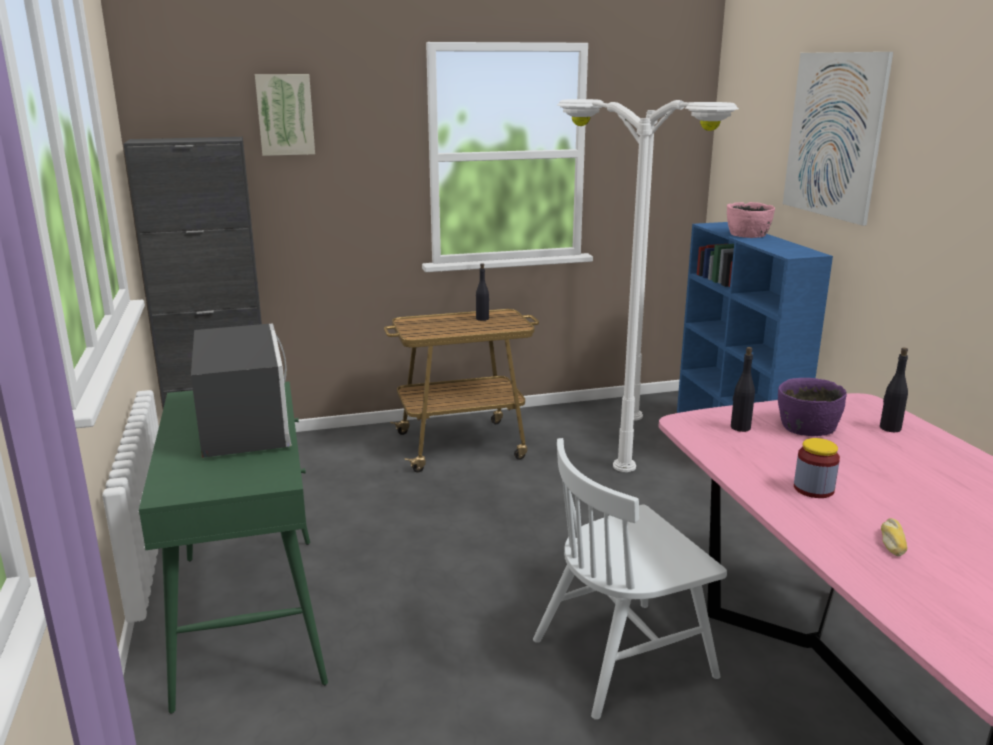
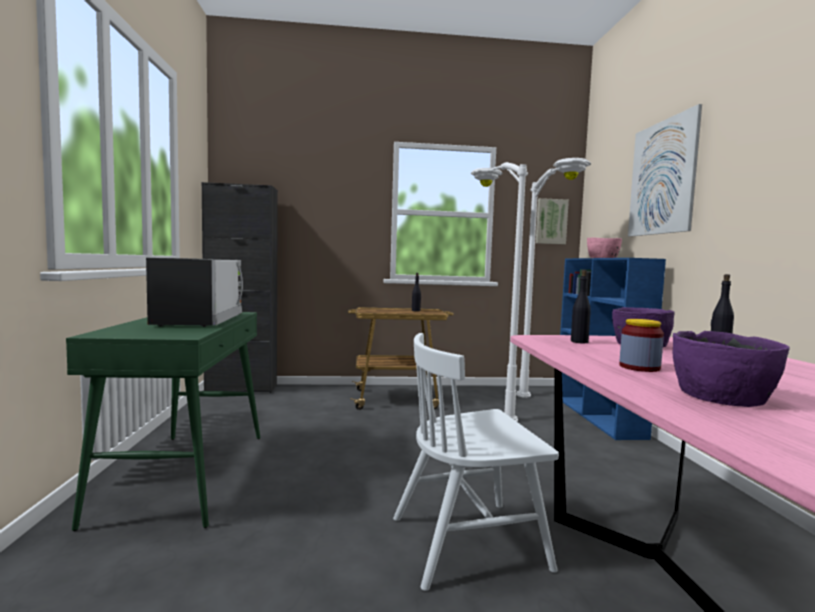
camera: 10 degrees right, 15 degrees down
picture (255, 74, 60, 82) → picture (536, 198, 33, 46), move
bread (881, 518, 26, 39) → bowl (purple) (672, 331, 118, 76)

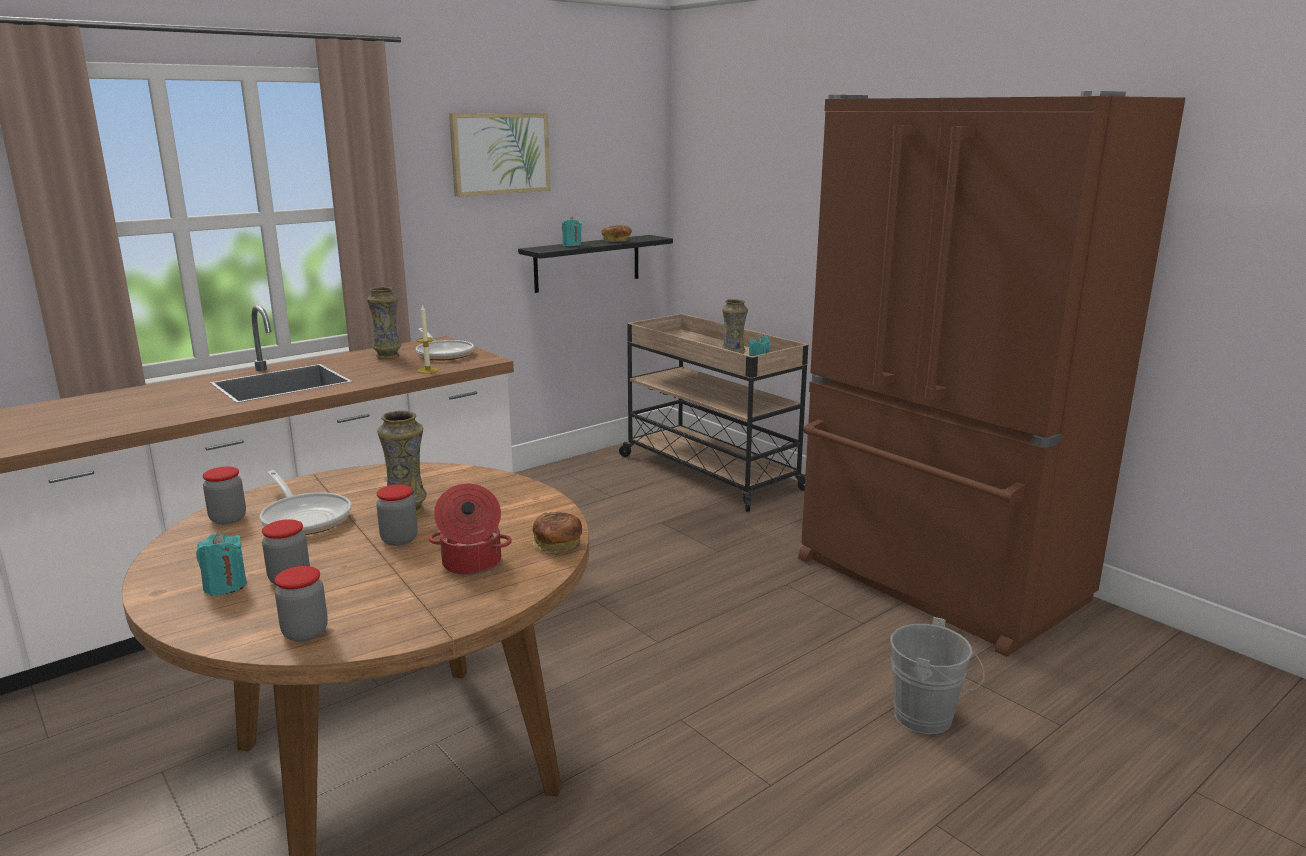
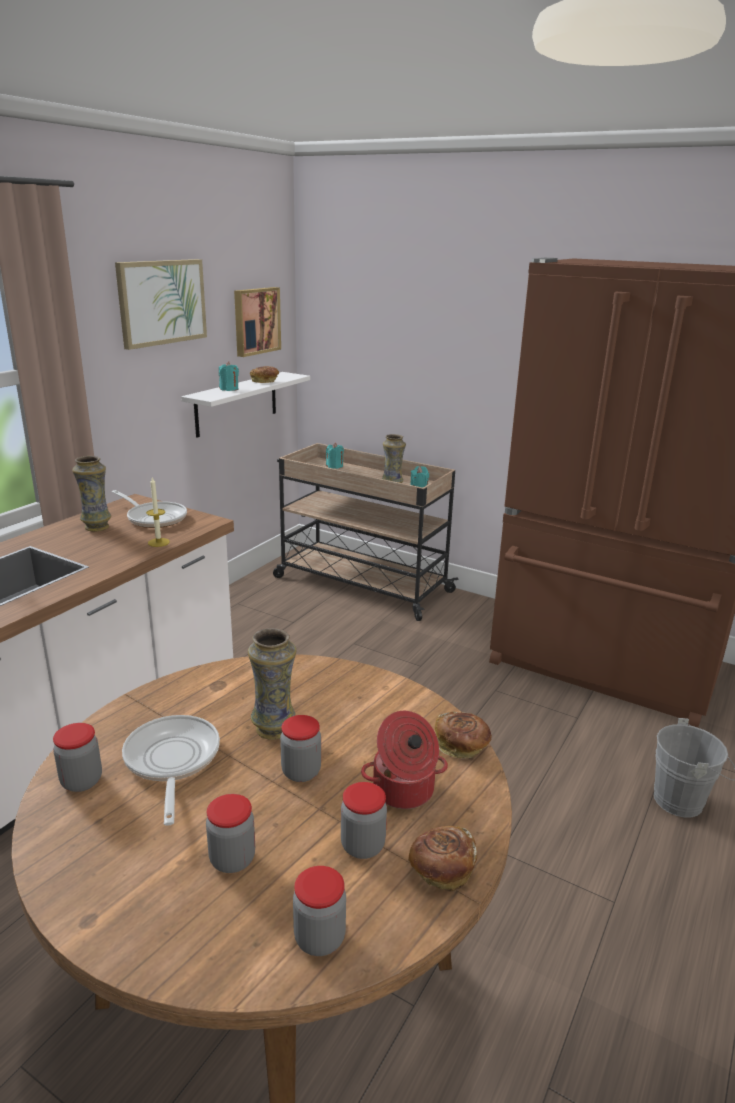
camera: 20 degrees left, 5 degrees up
- → picture (234, 287, 47, 70)
- → jar (341, 782, 46, 77)
- → bread (408, 826, 69, 66)
candle (turquoise) (196, 532, 51, 64) → candle (turquoise) (326, 443, 18, 26), move
shelf (black) (518, 235, 155, 58) → shelf (white) (181, 372, 129, 66)
frying pan (260, 470, 92, 65) → frying pan (122, 715, 98, 111), 135 degrees counterclockwise

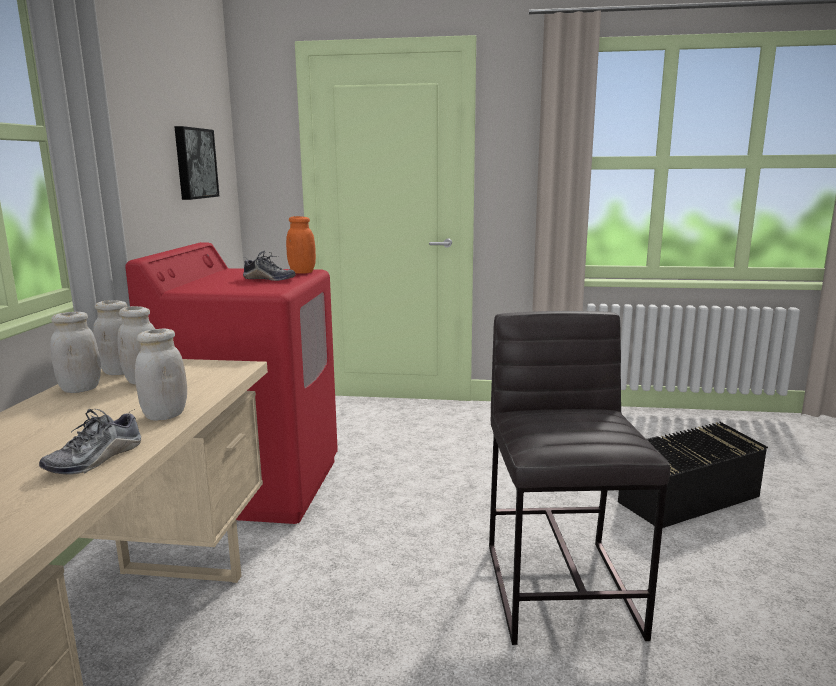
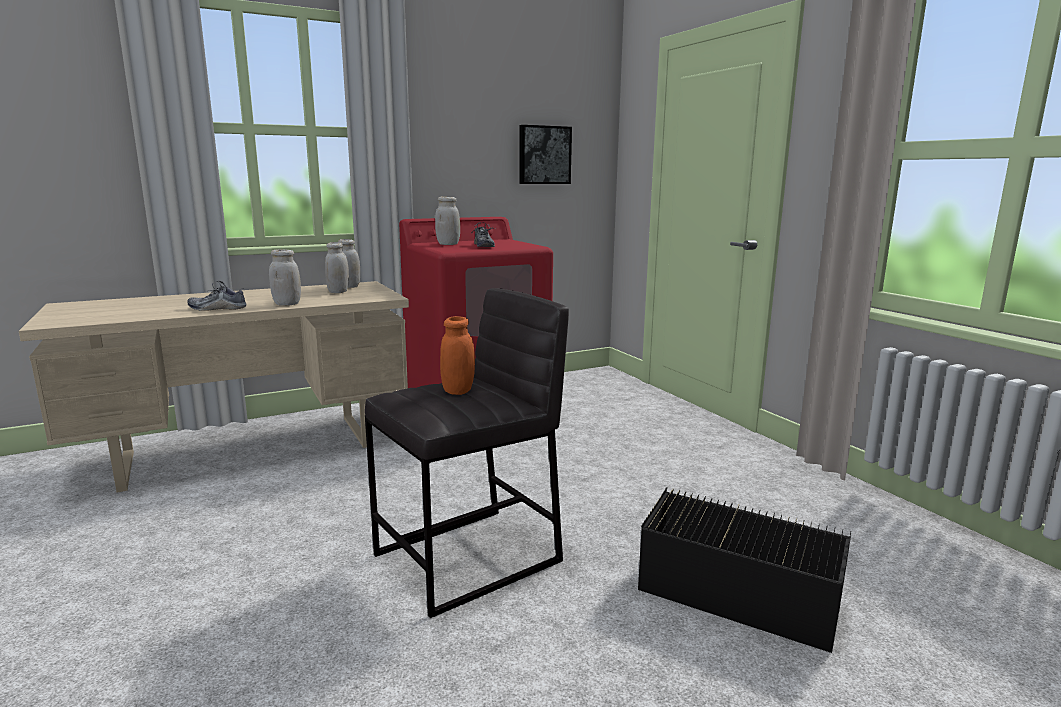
camera: 55 degrees right, 0 degrees up
jar (white) (50, 312, 51, 81) → jar (white) (435, 197, 25, 48), move
jar (orange) (286, 216, 30, 58) → jar (orange) (440, 316, 35, 79), move

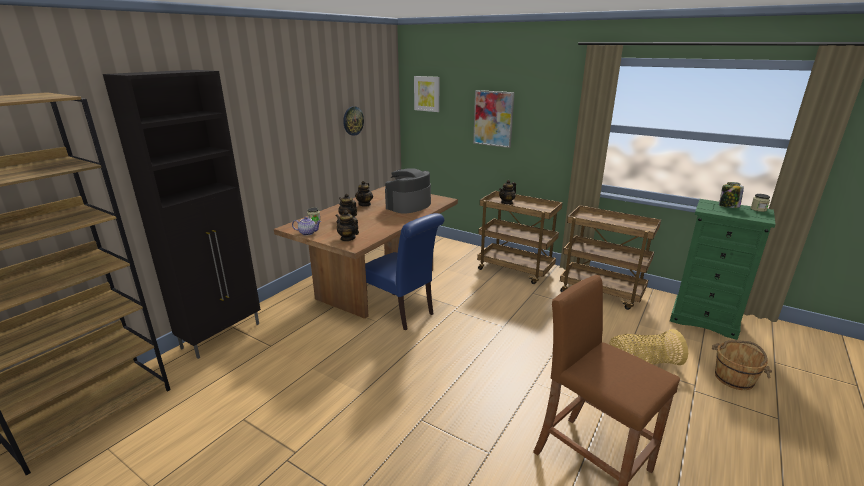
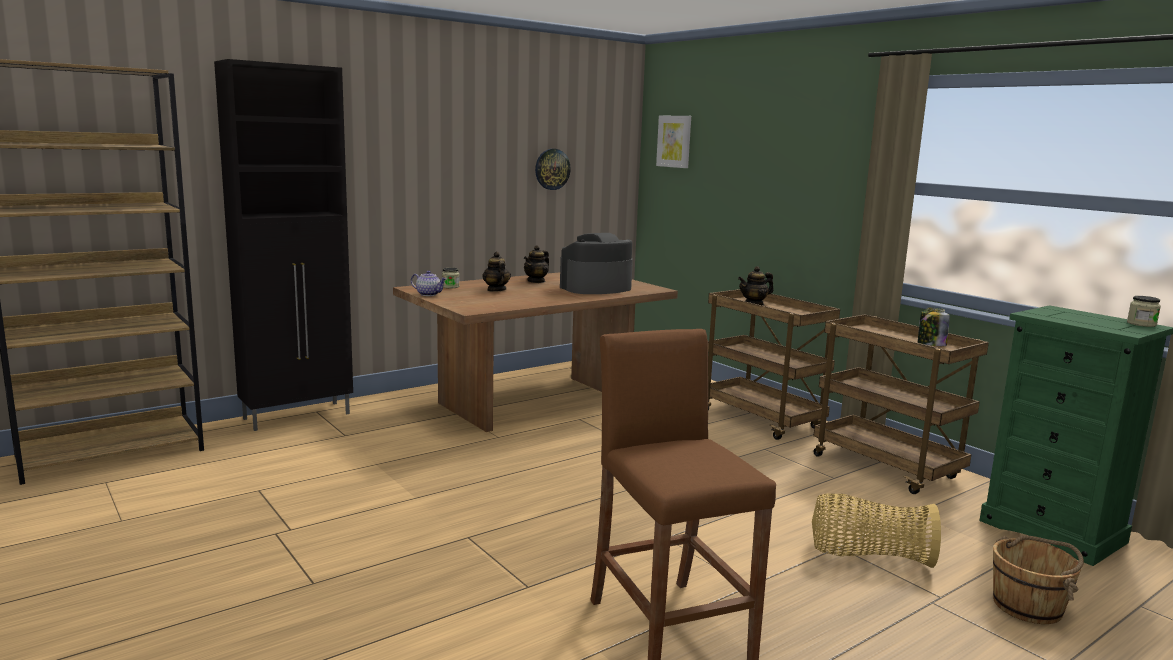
camera: 20 degrees right, 10 degrees down
teapot (336, 210, 23, 31) → -
chair (blue) (365, 213, 79, 118) → -
picture (473, 90, 41, 58) → -
jar (719, 182, 25, 26) → jar (918, 308, 32, 38), move

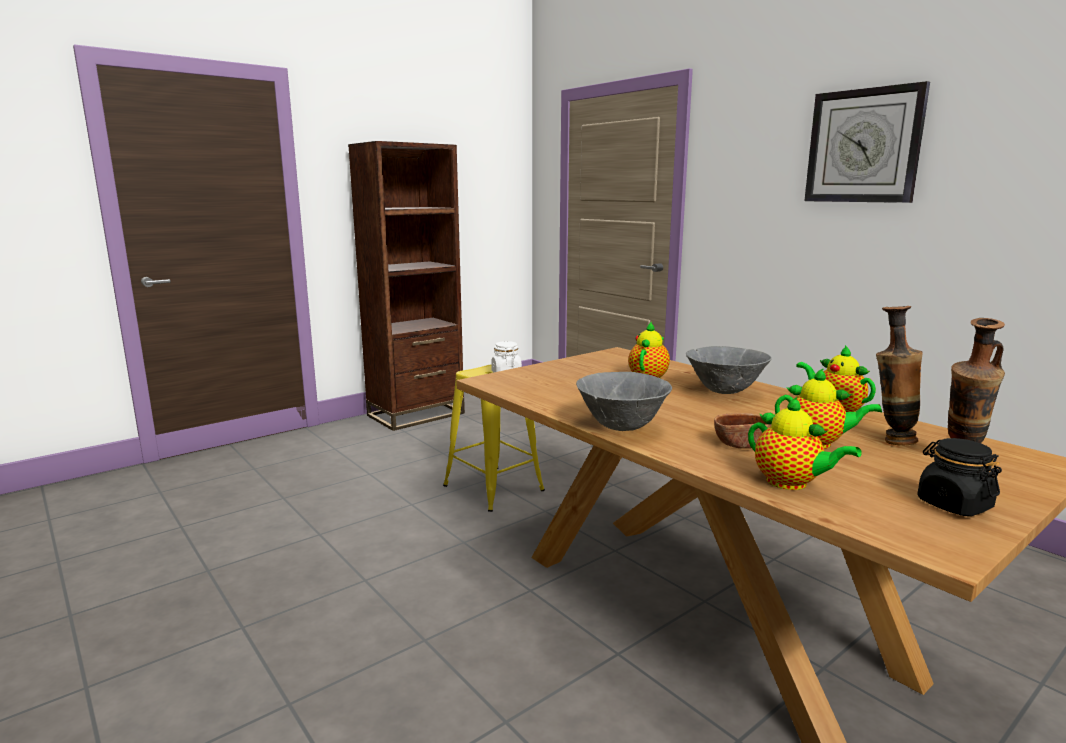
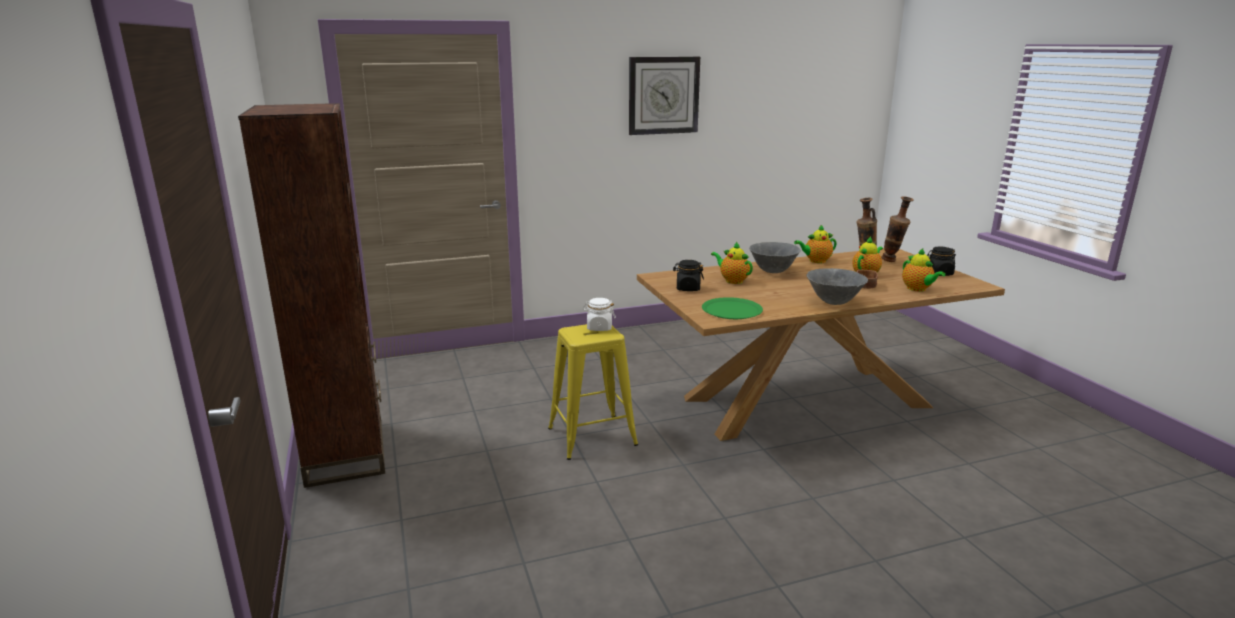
camera: 70 degrees left, 5 degrees up
- → jar (black) (673, 260, 31, 31)
- → plate (green) (702, 297, 61, 22)
teapot (748, 397, 114, 93) → teapot (902, 249, 44, 43), 90 degrees clockwise

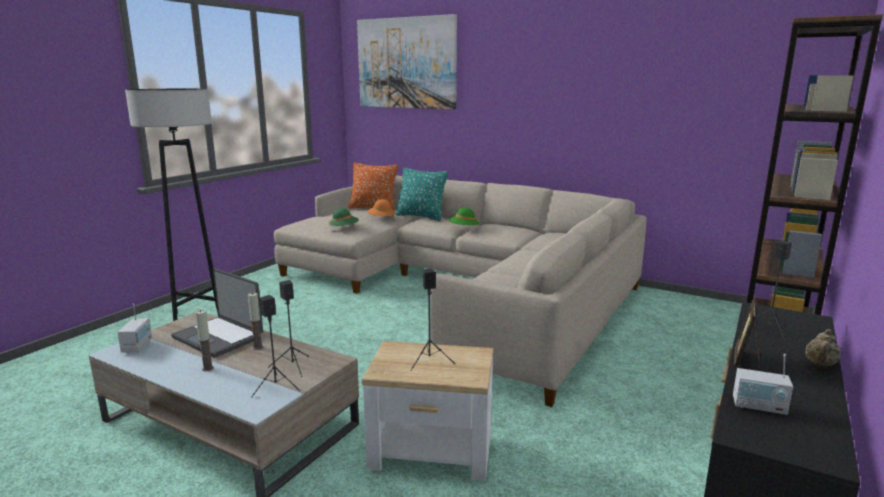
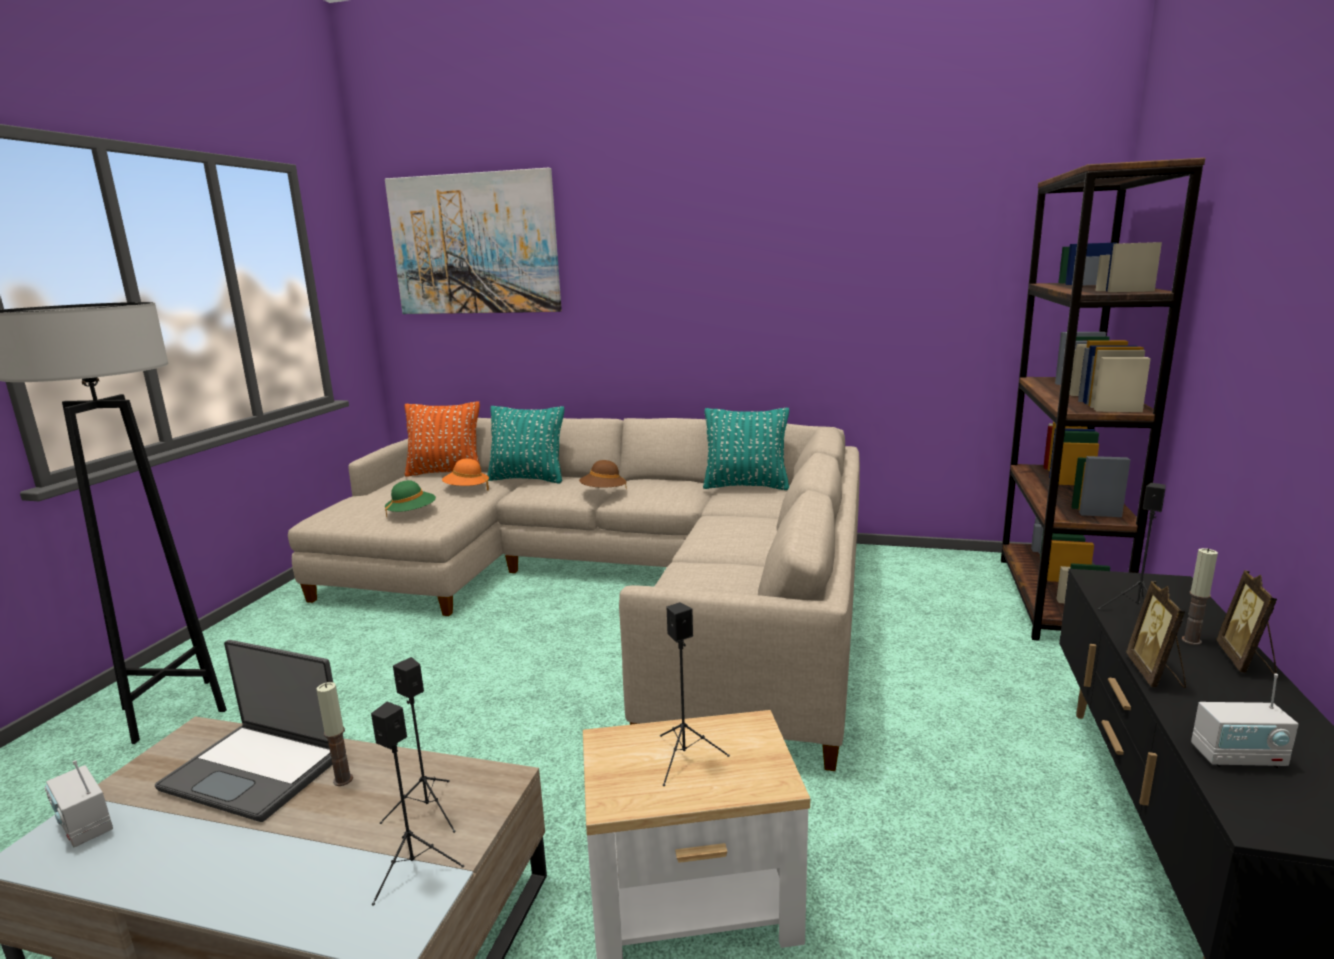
camera: 15 degrees left, 0 degrees up
- → pillow (turquoise) (703, 408, 86, 82)
candle (195, 310, 19, 61) → candle (1181, 548, 37, 97), move
teapot (beige) (805, 329, 36, 38) → picture frame (1216, 570, 61, 104)
hat (green) (449, 207, 30, 18) → hat (brown) (579, 460, 48, 29)
radio (117, 304, 35, 48) → radio (44, 760, 69, 87), 150 degrees clockwise

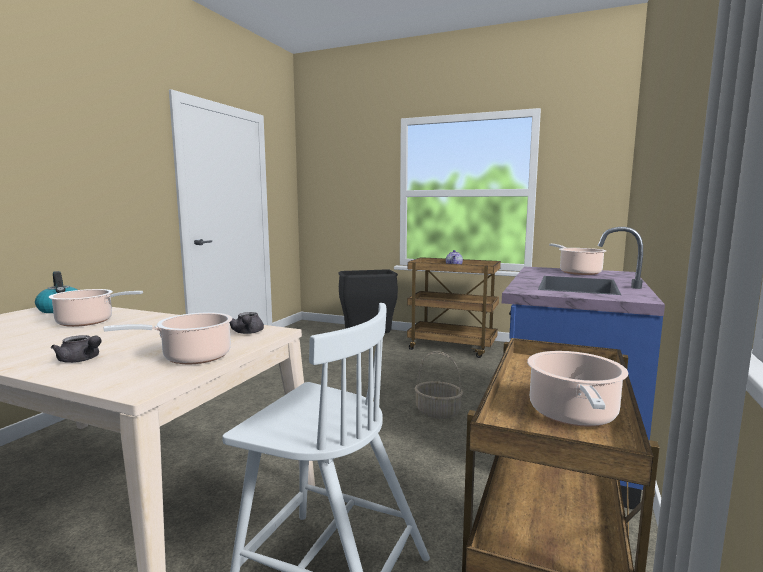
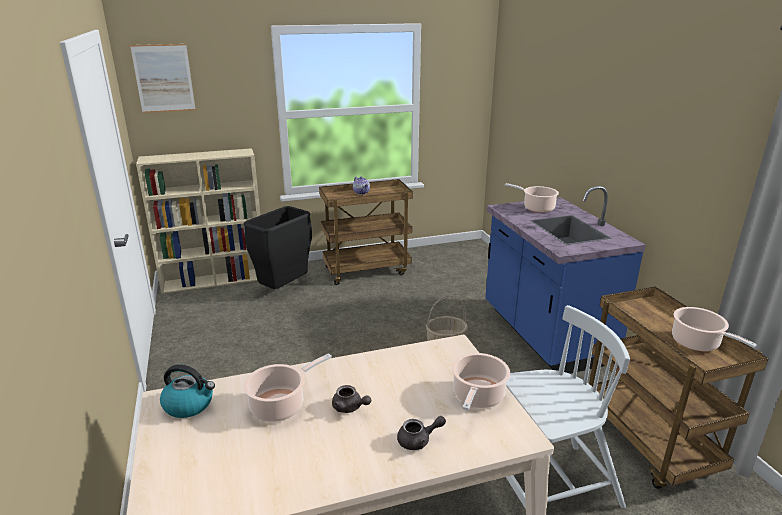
camera: 40 degrees left, 15 degrees up
- → picture (130, 44, 66, 69)
- → bookcase (beige) (136, 148, 125, 146)
teapot (grey) (229, 312, 35, 22) → teapot (grey) (332, 385, 39, 28), move

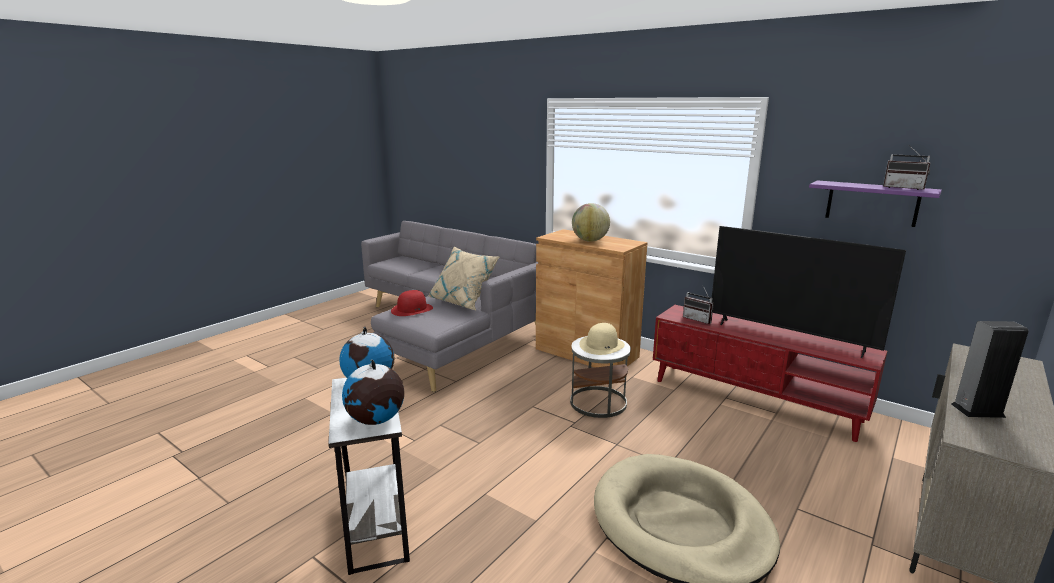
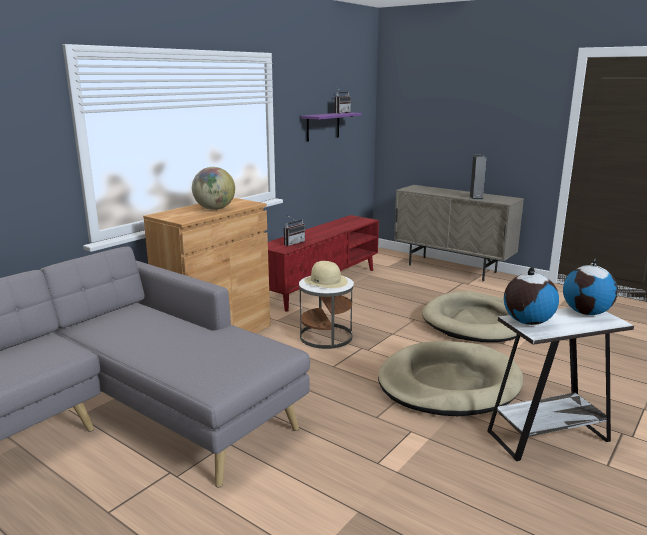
camera: 90 degrees left, 0 degrees up
hat (red) (391, 290, 42, 26) → -
pillow (beige) (429, 247, 70, 63) → -
television (712, 226, 194, 132) → -
- → dog bed (beige) (378, 341, 145, 75)

